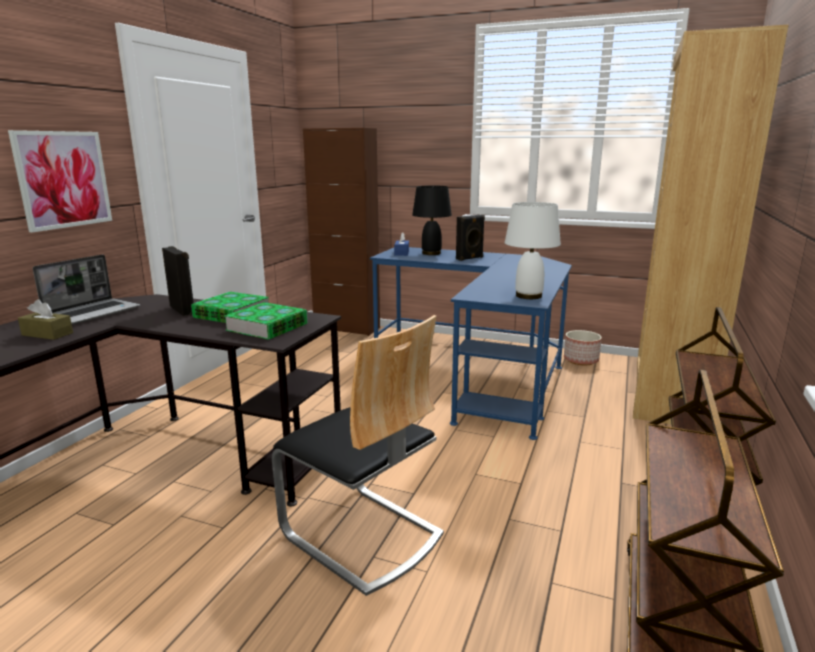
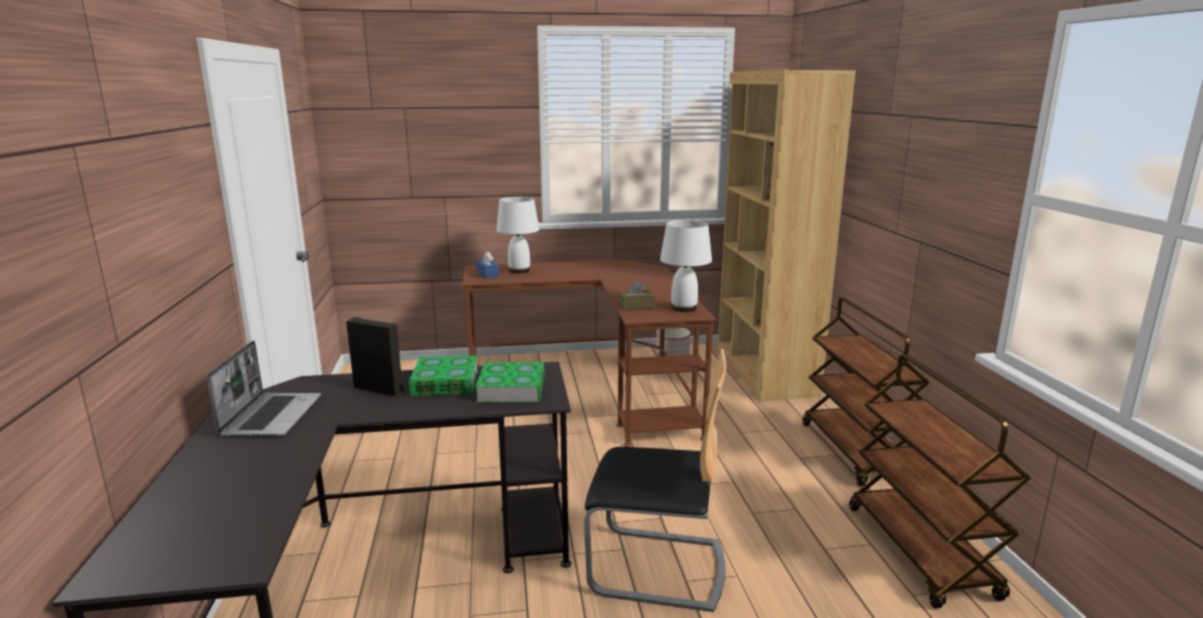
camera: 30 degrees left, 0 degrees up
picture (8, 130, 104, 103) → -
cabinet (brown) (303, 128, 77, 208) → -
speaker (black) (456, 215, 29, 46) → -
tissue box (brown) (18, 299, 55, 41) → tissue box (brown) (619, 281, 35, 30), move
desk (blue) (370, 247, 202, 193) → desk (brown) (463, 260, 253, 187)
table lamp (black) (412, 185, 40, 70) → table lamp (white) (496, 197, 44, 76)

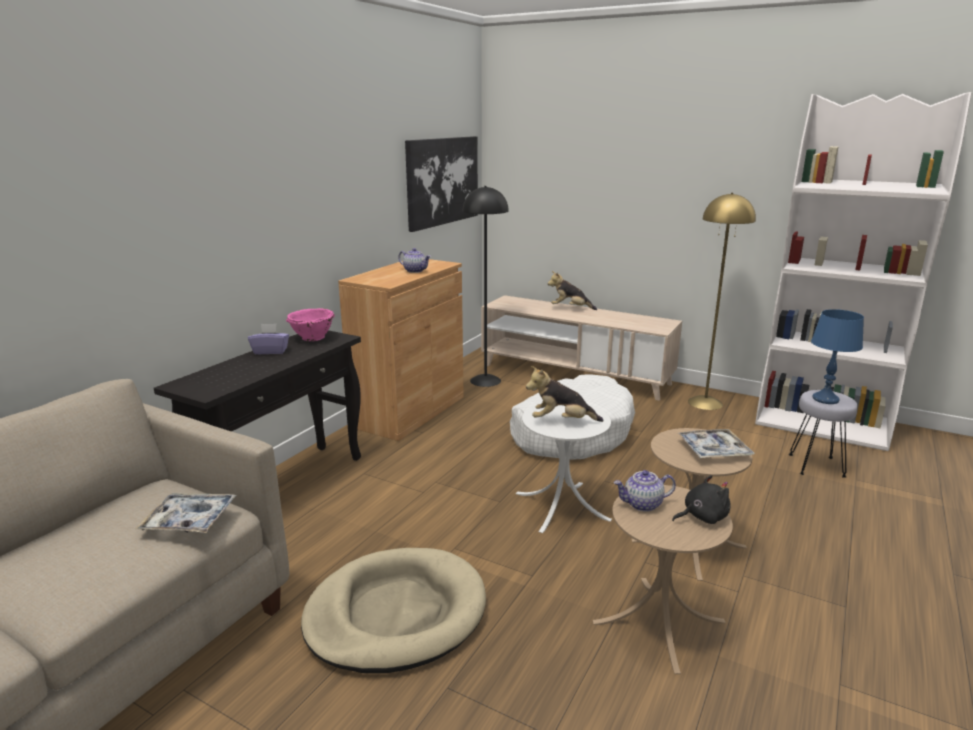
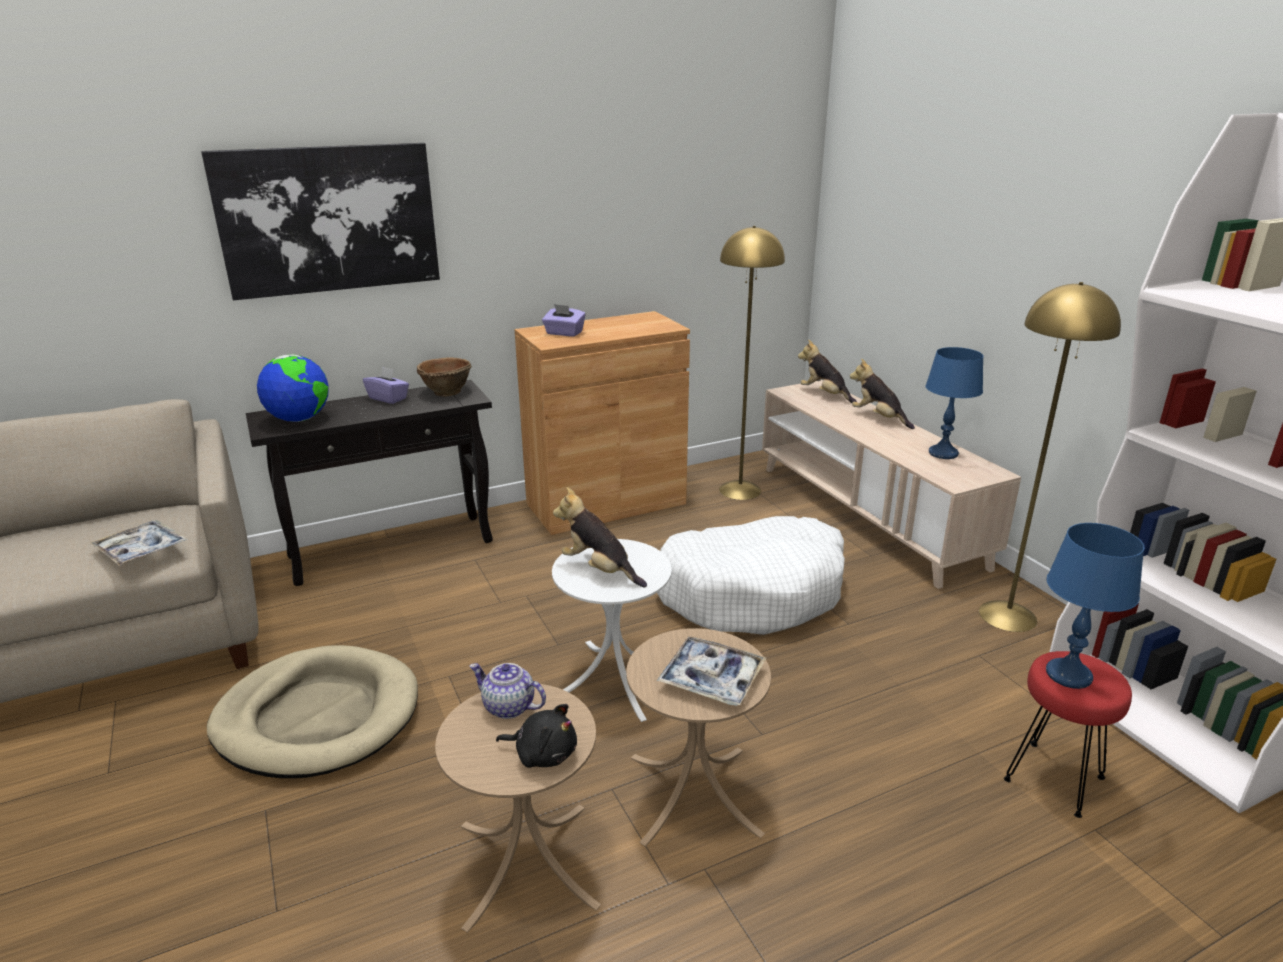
camera: 35 degrees right, 5 degrees up
teapot (398, 248, 33, 25) → -
- → globe (257, 354, 72, 68)
- → tissue box (purple) (542, 304, 44, 33)
- → plush toy (798, 339, 59, 64)
- → table lamp (blue) (925, 347, 59, 112)
picture (405, 136, 73, 96) → picture (201, 143, 239, 157), move
bowl (pink) (286, 308, 49, 33) → bowl (brown) (417, 357, 54, 40)
floor lamp (black) (463, 186, 46, 201) → floor lamp (yellow) (719, 226, 66, 274)
stool (grey) (789, 390, 69, 88) → stool (red) (1004, 651, 128, 167)

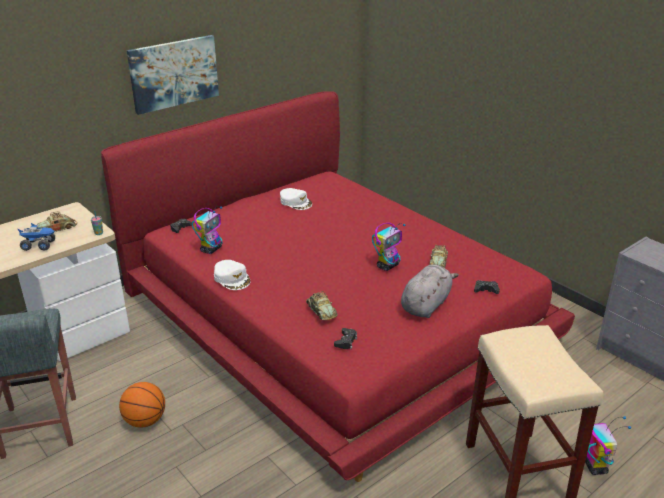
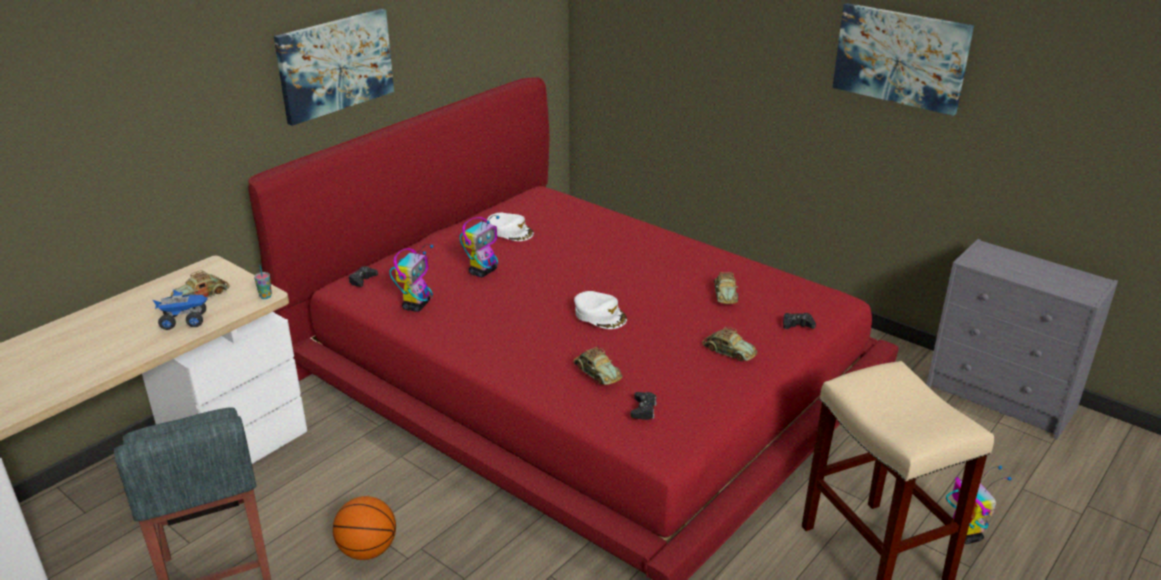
camera: 10 degrees left, 0 degrees up
- → picture (832, 3, 142, 113)
cap (white) (214, 260, 36, 30) → cap (white) (574, 291, 53, 38), move
toy robot (372, 223, 34, 48) → toy robot (460, 215, 40, 62), move
plush toy (grey) (401, 264, 58, 54) → toy car (702, 327, 55, 34)

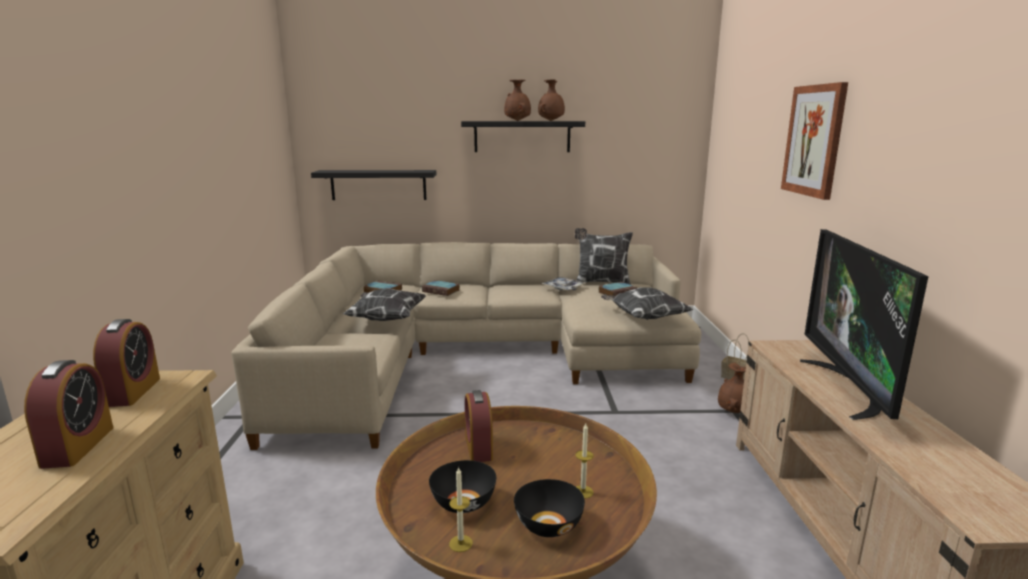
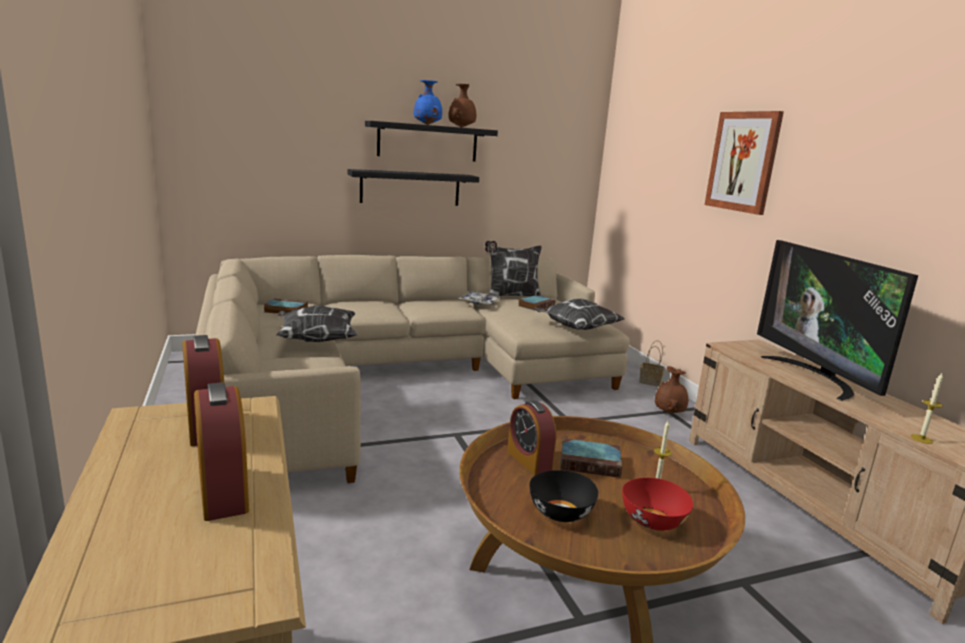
camera: 20 degrees left, 0 degrees up
shelf (black) (311, 170, 125, 30) → shelf (black) (348, 169, 131, 37), move
book (422, 280, 38, 16) → book (561, 438, 61, 40), move
candle (449, 467, 24, 85) → candle (910, 373, 33, 71), move
vase (brown) (504, 80, 27, 41) → vase (blue) (414, 80, 28, 45)
bowl (black) (514, 479, 71, 58) → bowl (red) (622, 478, 71, 53)

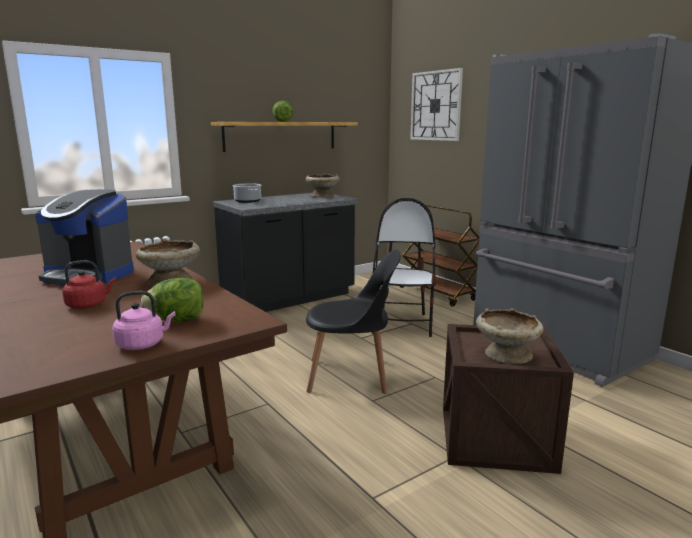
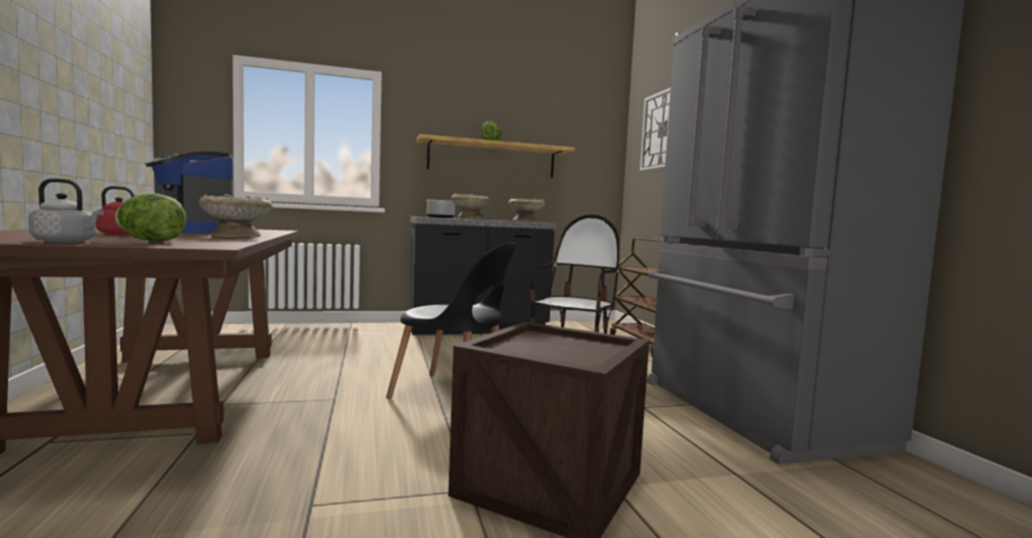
camera: 20 degrees right, 10 degrees down
bowl (beige) (476, 309, 67, 55) → bowl (beige) (451, 193, 39, 27), move
kettle (pink) (112, 291, 64, 59) → kettle (grey) (28, 178, 75, 65)

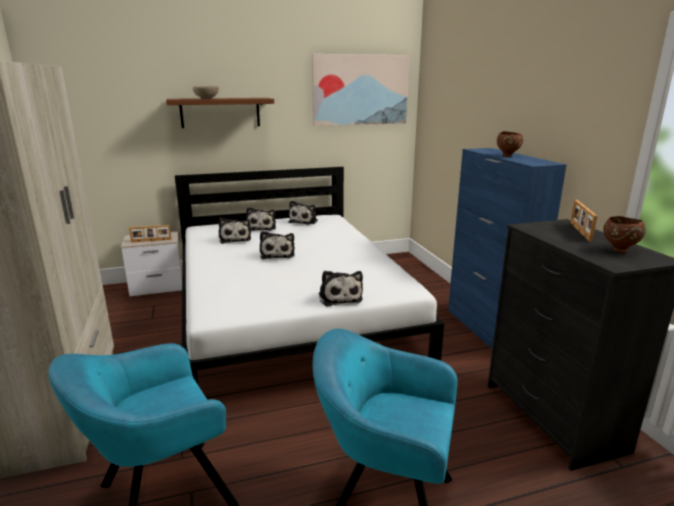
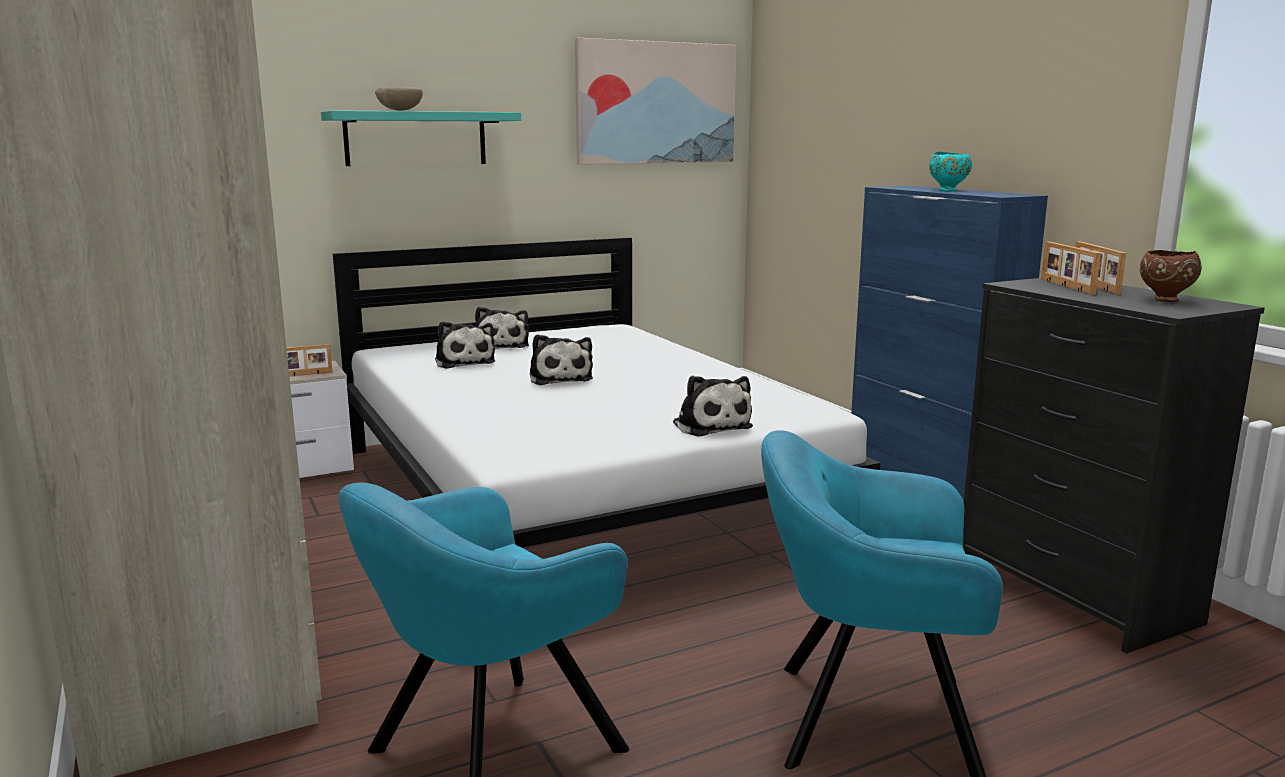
camera: 10 degrees left, 5 degrees down
plush toy (288, 201, 30, 24) → -
- → picture frame (1041, 241, 60, 54)
shelf (brown) (166, 98, 108, 30) → shelf (turquoise) (321, 110, 200, 56)
bowl (brown) (497, 131, 26, 26) → bowl (turquoise) (929, 152, 43, 39)

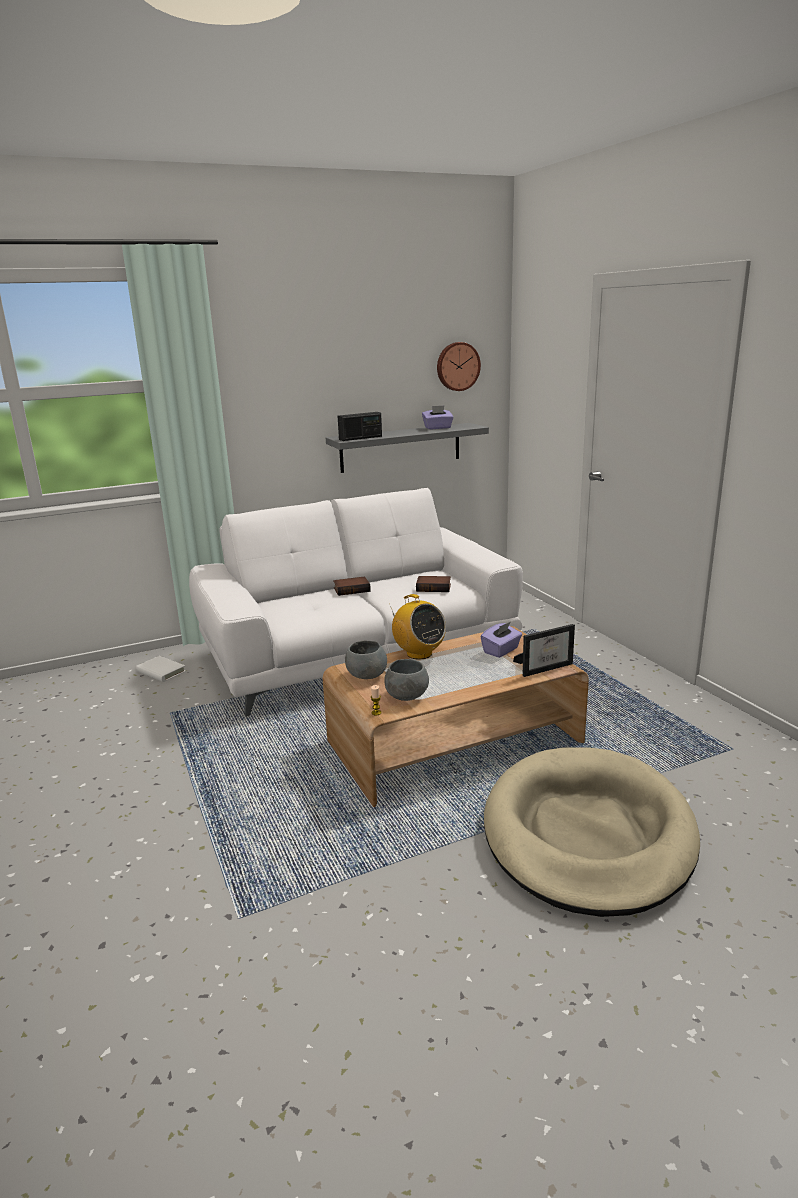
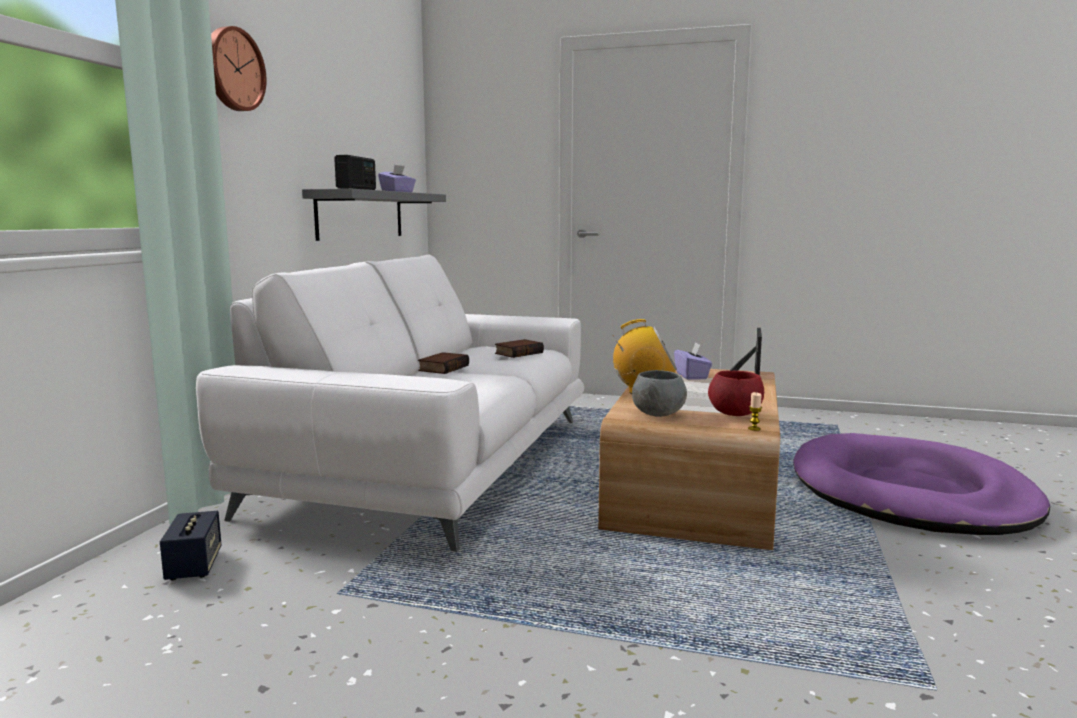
camera: 50 degrees left, 10 degrees down
wall clock (437, 342, 44, 49) → wall clock (211, 26, 56, 85), move
book (white) (136, 656, 50, 26) → speaker (160, 511, 61, 69)
bowl (grey) (384, 659, 45, 42) → bowl (red) (708, 371, 56, 45)
dog bed (beige) (484, 747, 216, 170) → dog bed (purple) (794, 433, 256, 102)

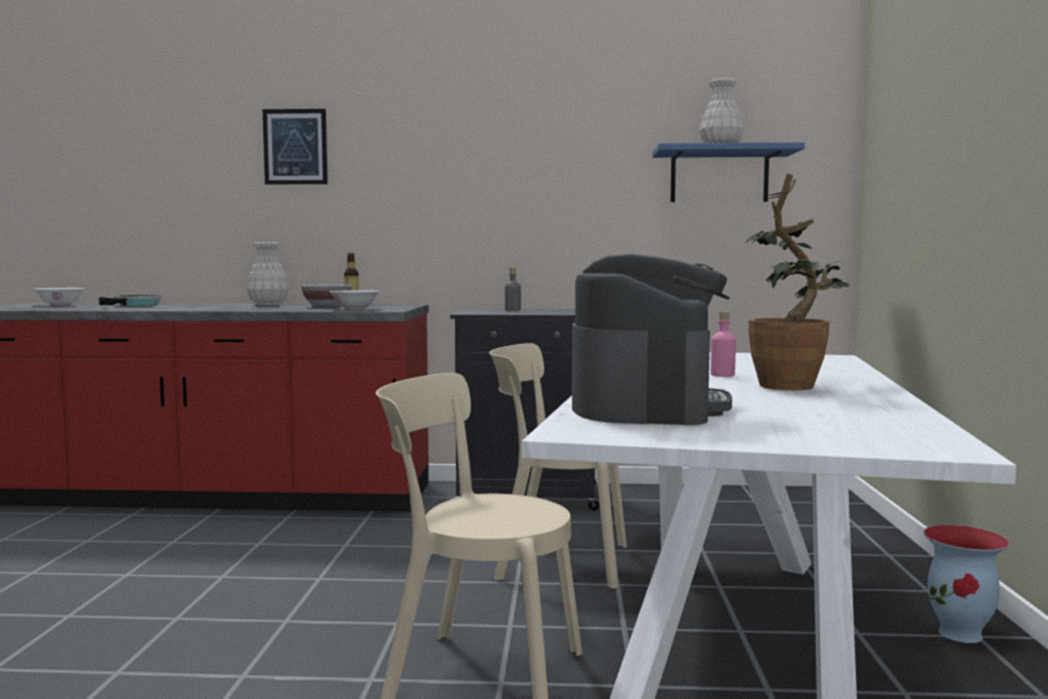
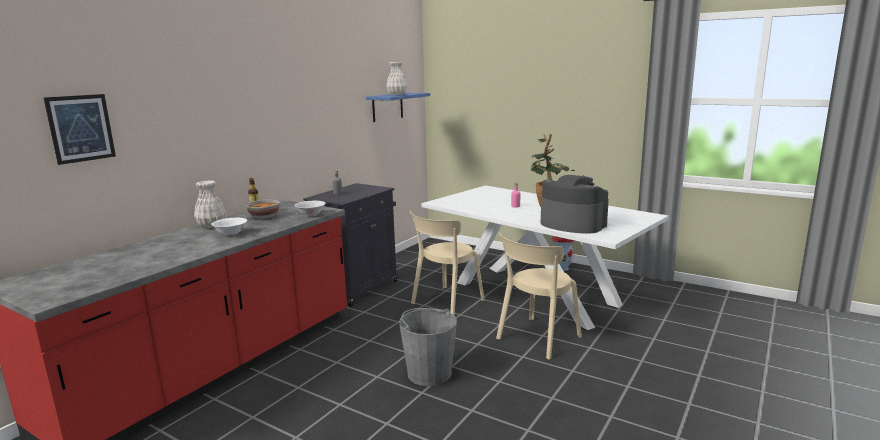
camera: 60 degrees left, 10 degrees up
frying pan (99, 295, 63, 11) → -
- → bucket (grey) (399, 308, 58, 78)
bowl (white) (34, 288, 51, 18) → bowl (white) (211, 218, 36, 18), move
picture (263, 109, 65, 75) → picture (44, 94, 72, 71), move

